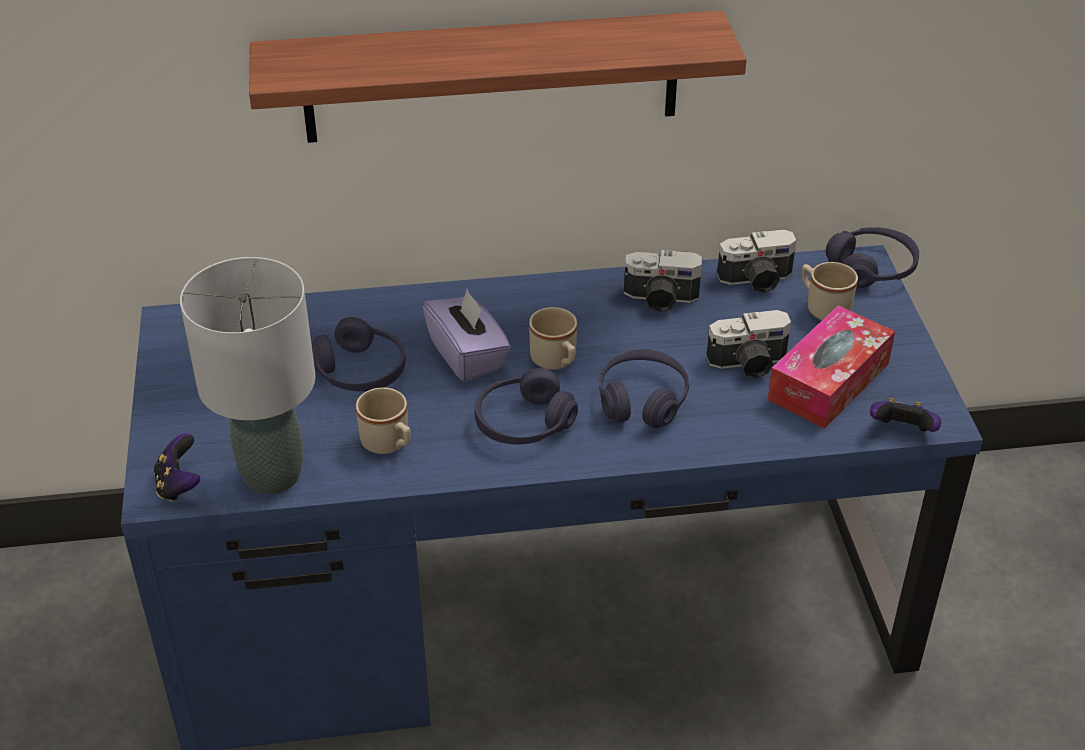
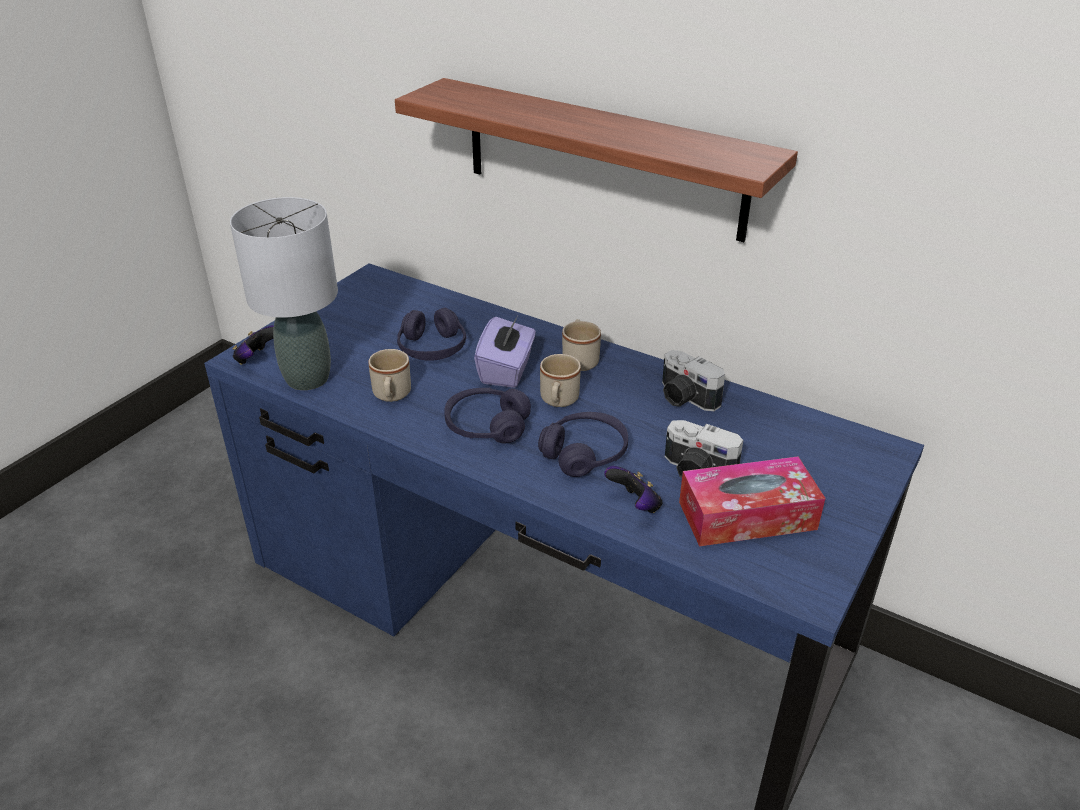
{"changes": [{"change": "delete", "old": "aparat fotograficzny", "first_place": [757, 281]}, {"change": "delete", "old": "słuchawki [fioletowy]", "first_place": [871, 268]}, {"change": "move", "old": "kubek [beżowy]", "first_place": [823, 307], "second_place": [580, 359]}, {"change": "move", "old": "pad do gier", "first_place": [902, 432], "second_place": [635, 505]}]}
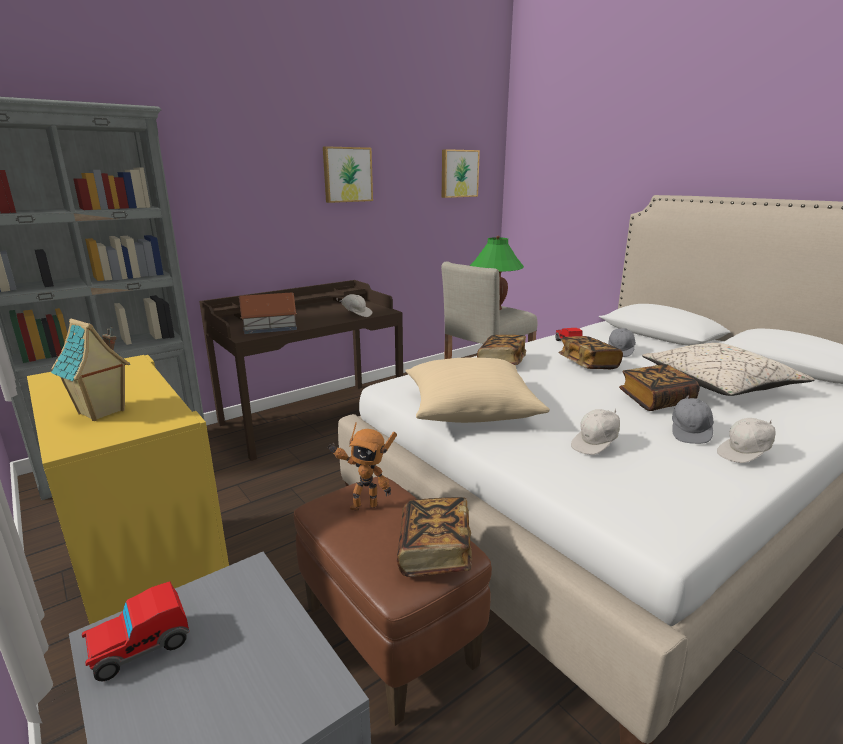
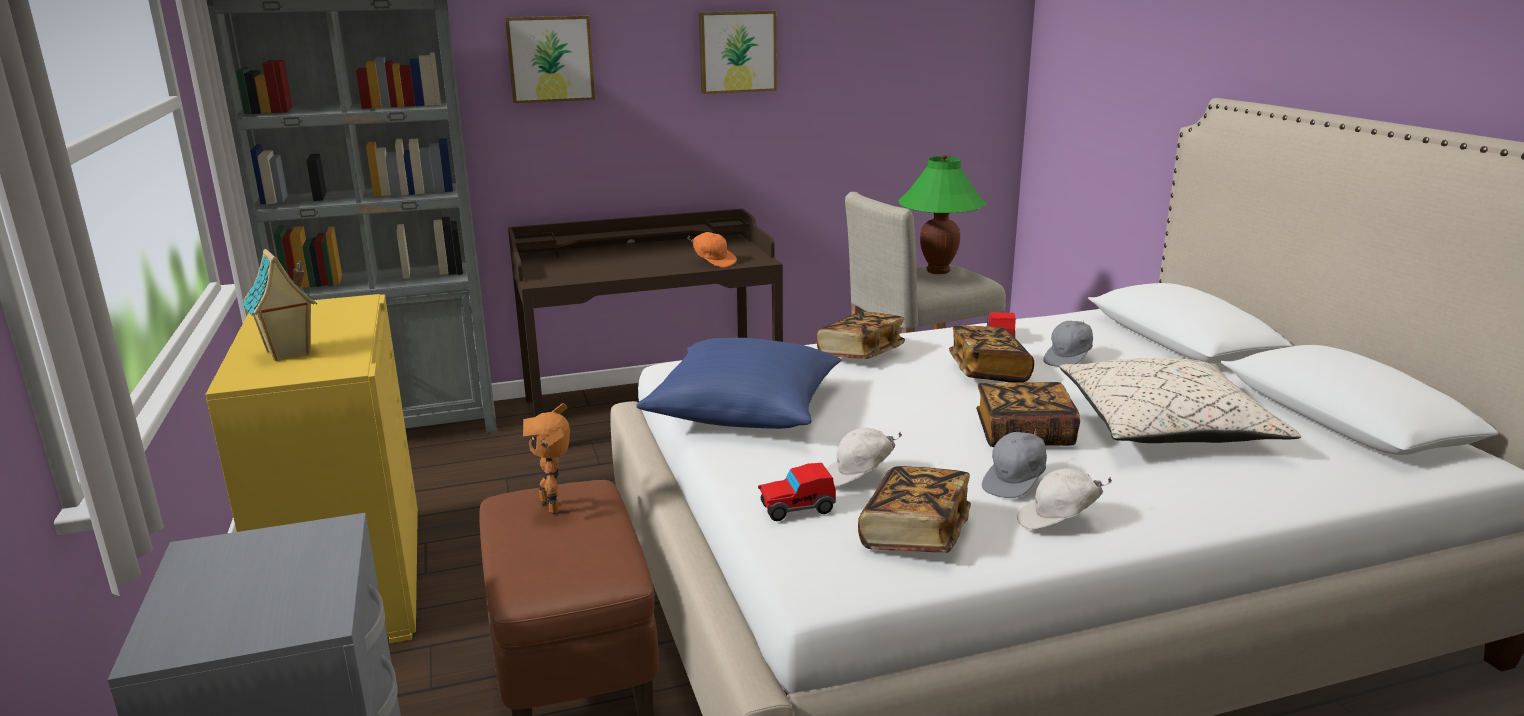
{"changes": [{"change": "delete", "old": "domek", "first_place": [270, 327]}, {"change": "move", "old": "samochodzik", "first_place": [140, 648], "second_place": [796, 509]}, {"change": "move", "old": "książka", "first_place": [434, 552], "second_place": [915, 534]}, {"change": "move", "old": "obraz", "first_place": [458, 173], "second_place": [550, 59]}, {"change": "recolor", "old": "czapka z daszkiem [biały]", "new": "czapka z daszkiem [pomarańczowy]", "first_place": [356, 314], "second_place": [713, 262]}, {"change": "recolor", "old": "poduszka [beżowy]", "new": "poduszka [niebieski]", "first_place": [470, 409], "second_place": [744, 410]}, {"change": "rotate", "old": "robot zabawkowy", "first_place": [363, 505], "second_place": [554, 506], "degrees": 45}]}
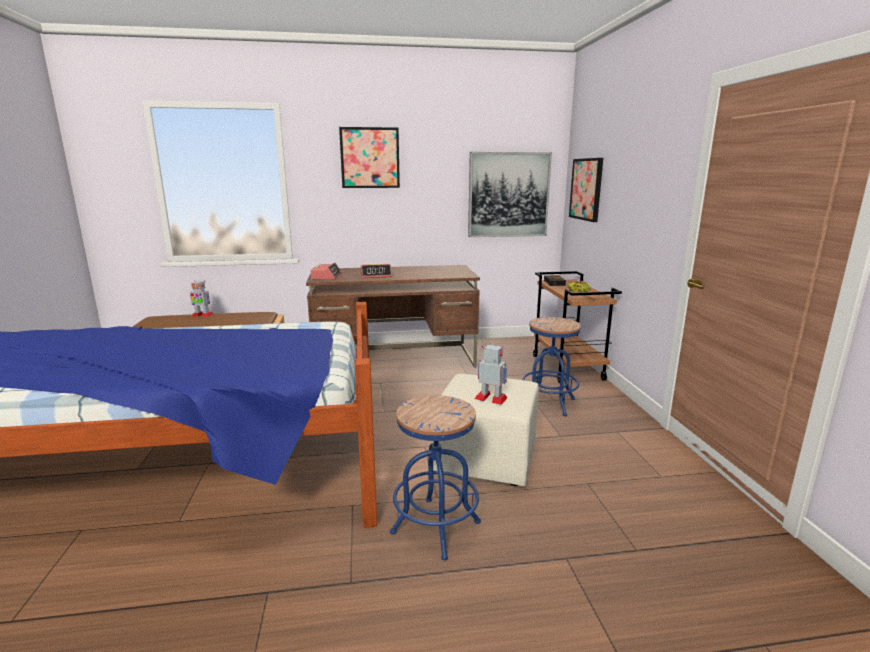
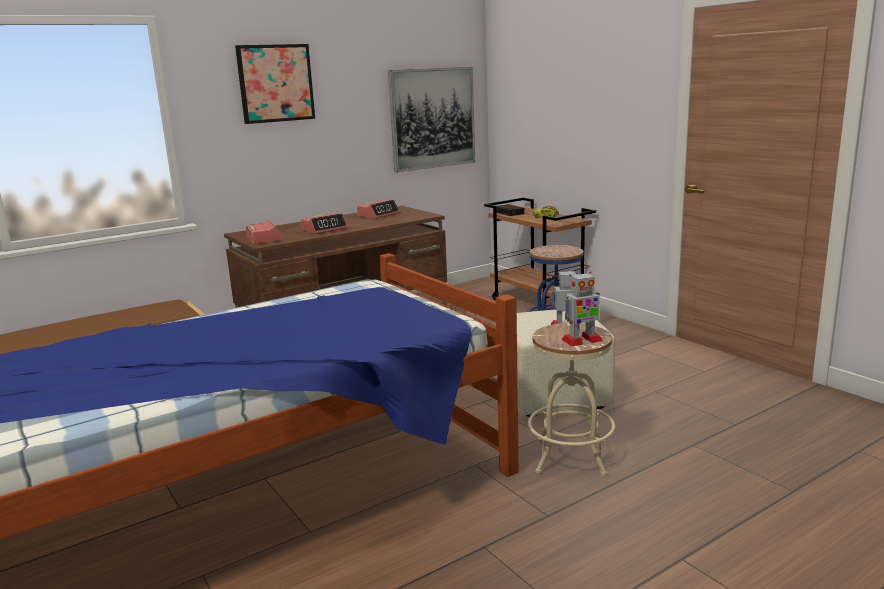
{"changes": [{"change": "delete", "old": "obraz", "first_place": [586, 189]}, {"change": "insert", "new": "budzik", "second_place": [378, 215]}, {"change": "move", "old": "robot zabawkowy", "first_place": [202, 315], "second_place": [581, 340]}, {"change": "recolor", "old": "stołek [niebieski]", "new": "stołek [beżowy]", "first_place": [436, 527], "second_place": [570, 457]}]}
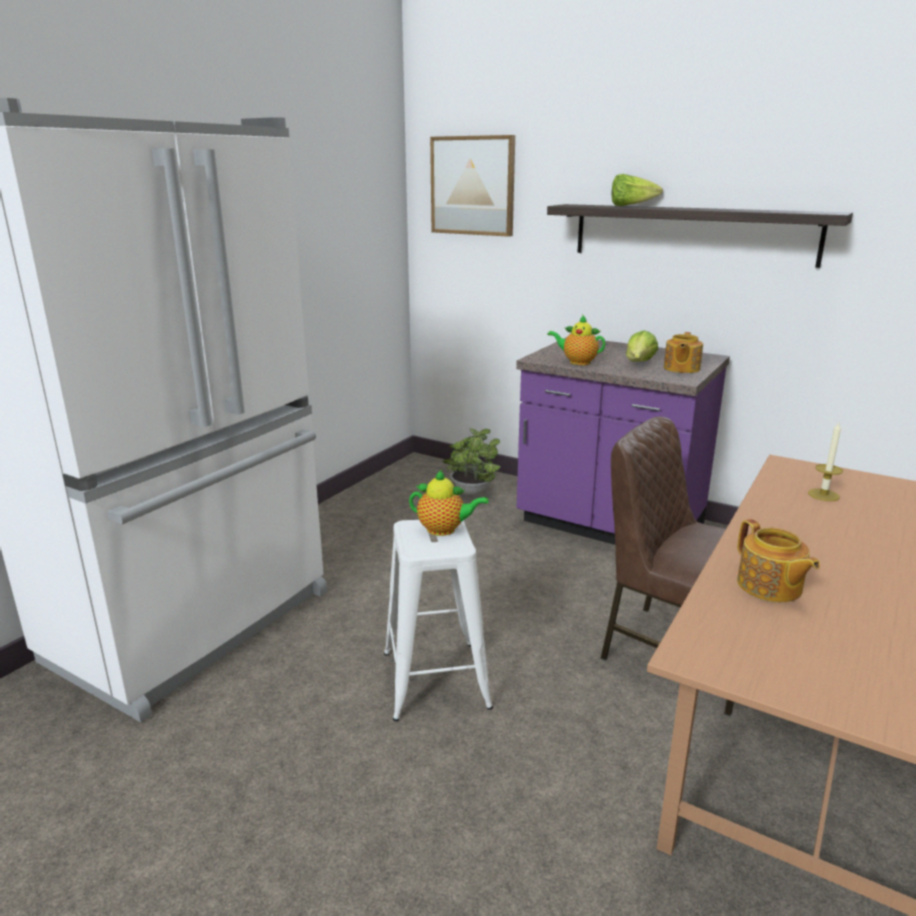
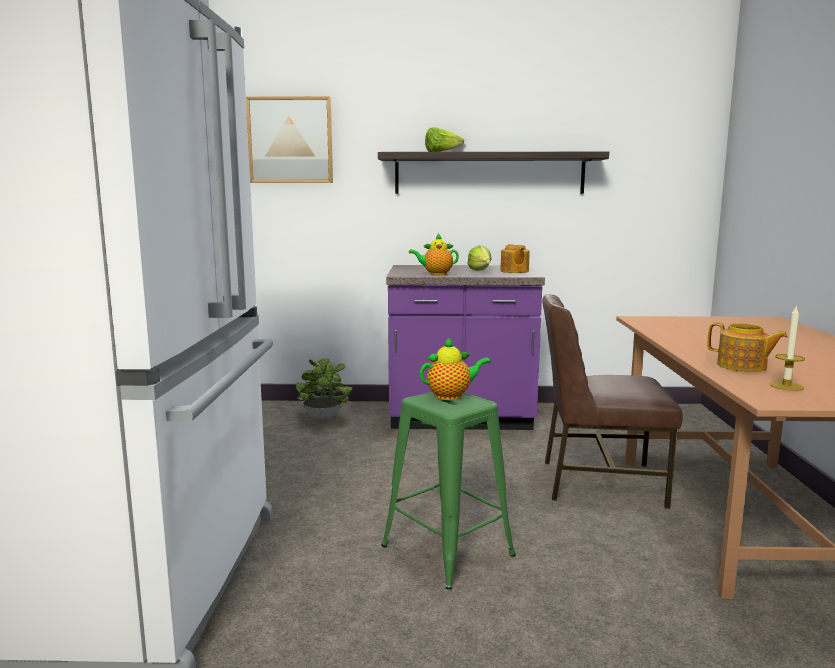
{"changes": [{"change": "move", "old": "świeca", "first_place": [823, 495], "second_place": [786, 386]}, {"change": "recolor", "old": "stołek [biały]", "new": "stołek [zielony]", "first_place": [435, 679], "second_place": [447, 550]}]}
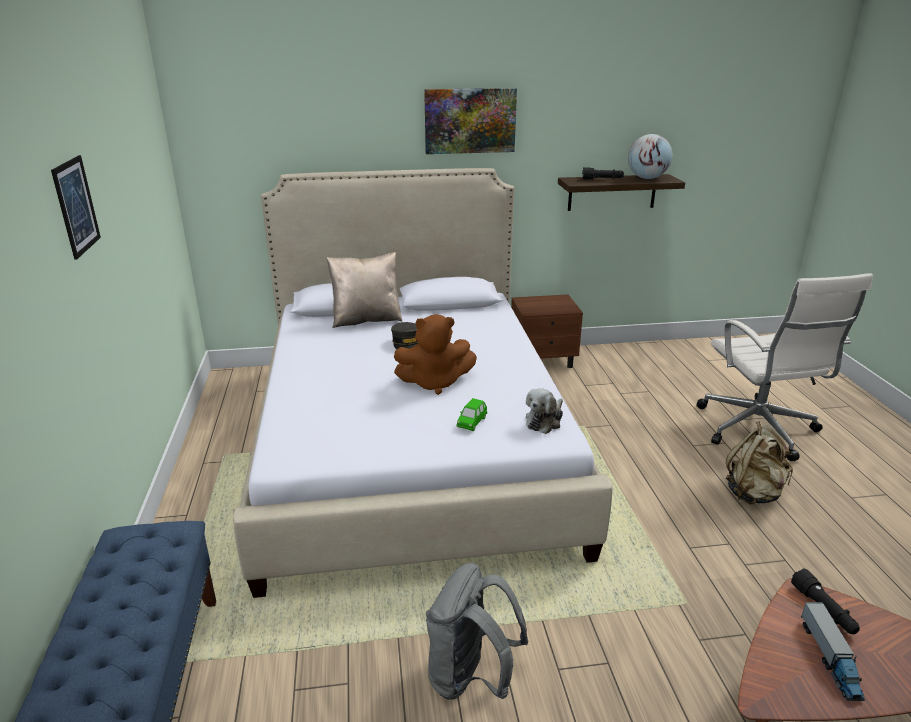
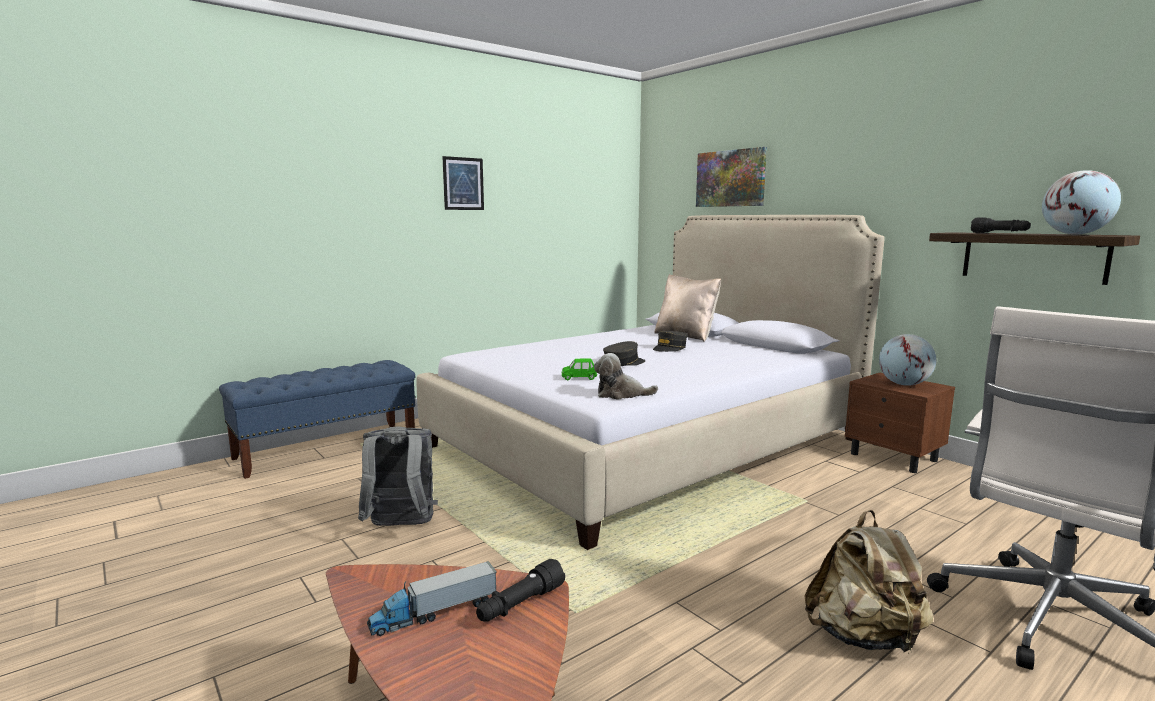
{"changes": [{"change": "insert", "new": "globus", "second_place": [904, 384]}, {"change": "move", "old": "obraz", "first_place": [470, 121], "second_place": [730, 178]}, {"change": "replace", "old": "pluszak [brązowy]", "new": "czapka z daszkiem [szary]", "first_place": [434, 383], "second_place": [623, 363]}]}
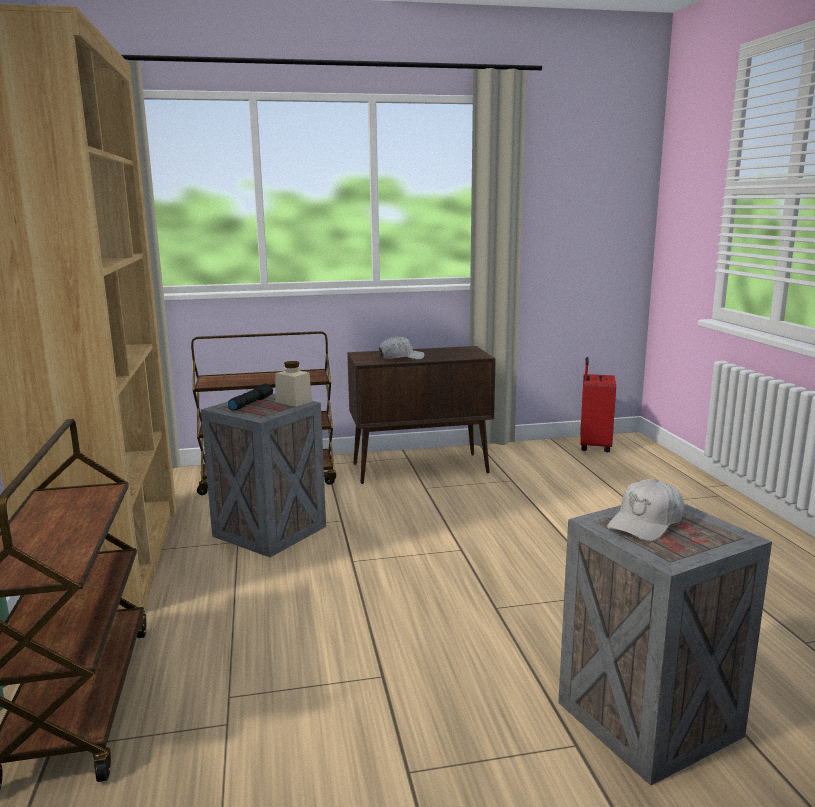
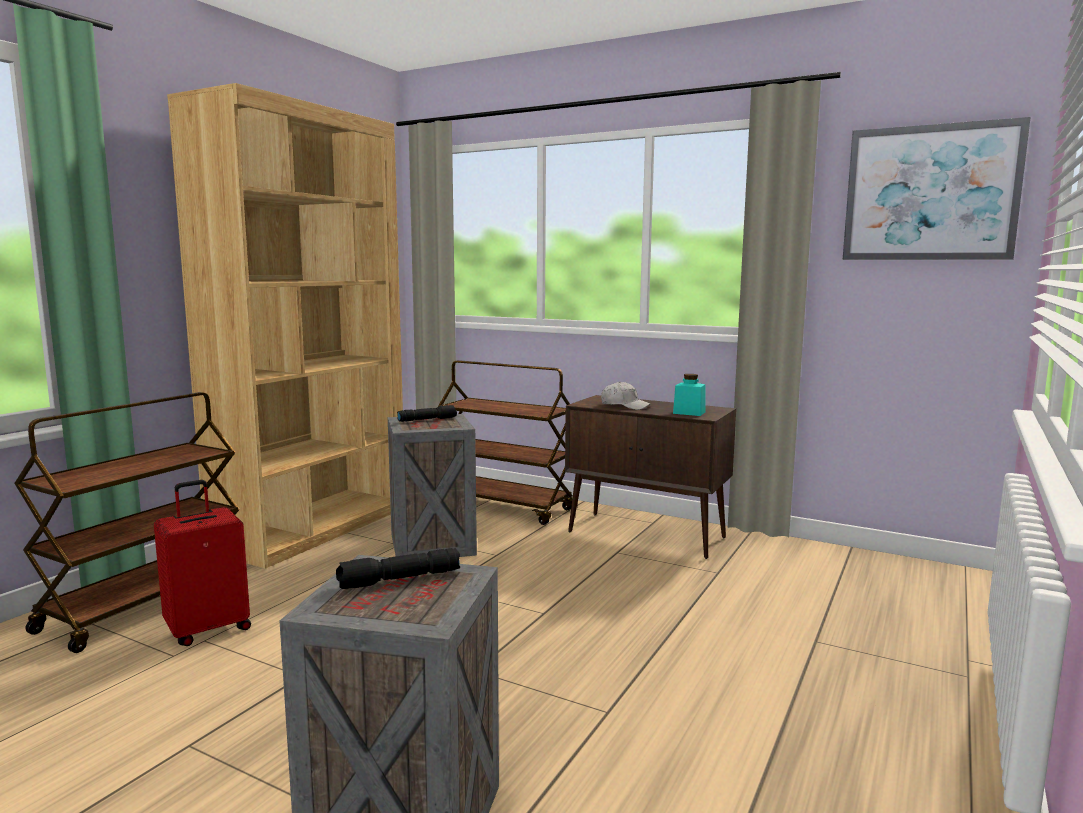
{"changes": [{"change": "delete", "old": "słoik [beżowy]", "first_place": [293, 402]}, {"change": "insert", "new": "słoik [turkusowy]", "second_place": [689, 413]}, {"change": "insert", "new": "obraz", "second_place": [930, 193]}, {"change": "move", "old": "walizka [czerwony]", "first_place": [593, 446], "second_place": [208, 629]}, {"change": "replace", "old": "czapka z daszkiem [biały]", "new": "latarka [czarny]", "first_place": [646, 523], "second_place": [399, 580]}]}
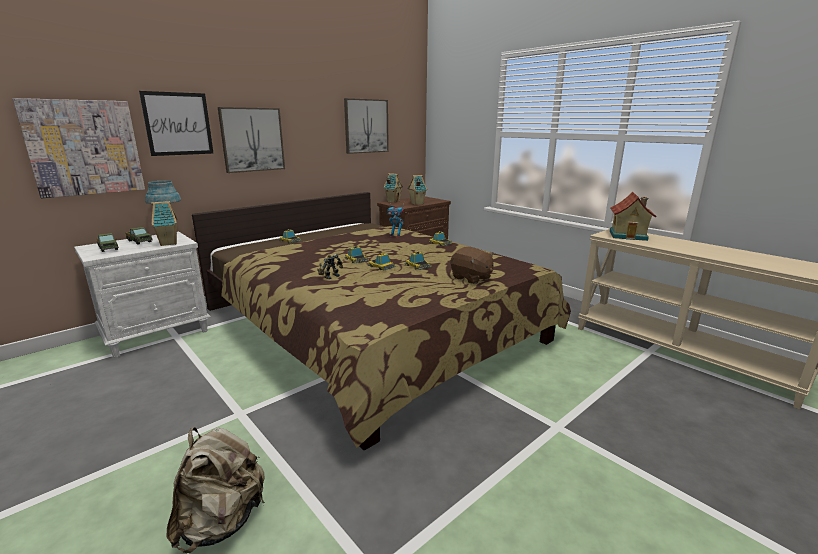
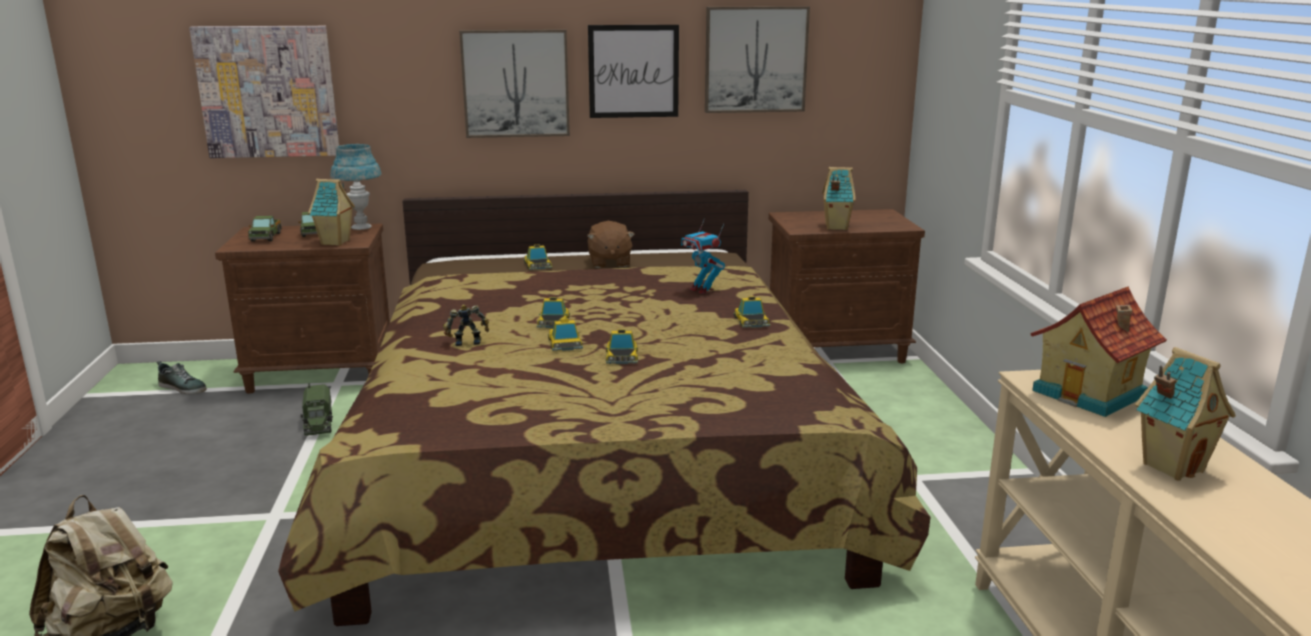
{"changes": [{"change": "insert", "new": "but", "second_place": [183, 388]}, {"change": "insert", "new": "ciężarówka zabawkowa", "second_place": [318, 424]}, {"change": "move", "old": "obraz", "first_place": [178, 124], "second_place": [633, 71]}, {"change": "move", "old": "domek", "first_place": [393, 201], "second_place": [1172, 467]}, {"change": "move", "old": "pluszak [brązowy]", "first_place": [471, 278], "second_place": [609, 263]}, {"change": "recolor", "old": "szafka nocna [biały]", "new": "szafka nocna [brązowy]", "first_place": [157, 334], "second_place": [322, 374]}]}
